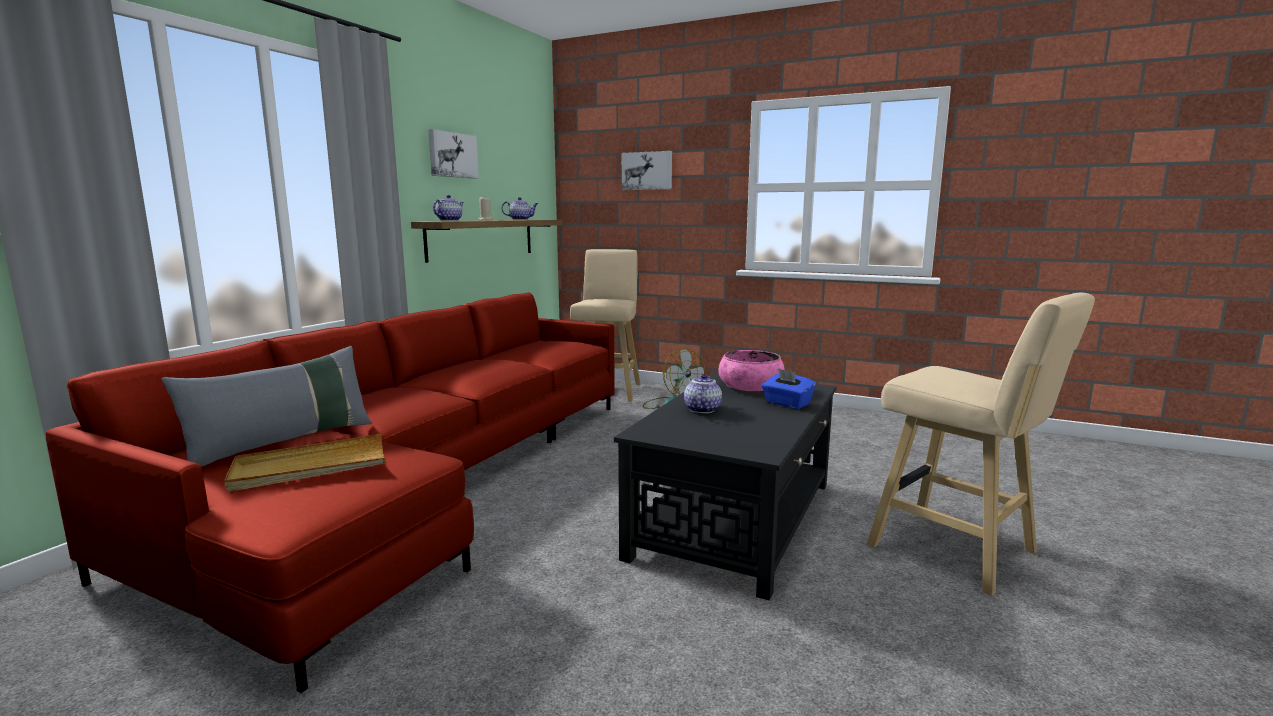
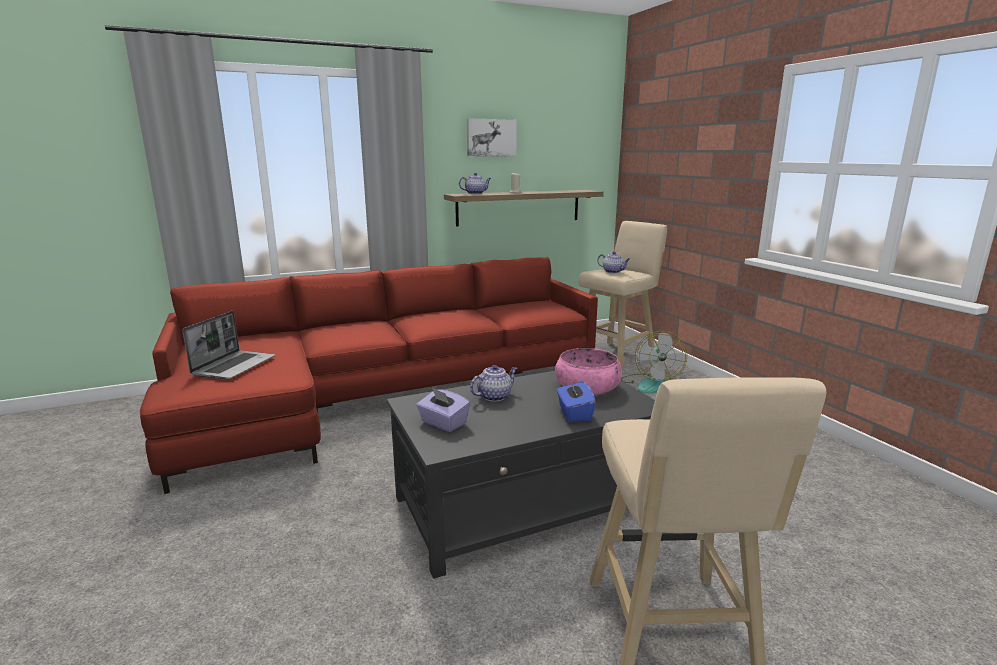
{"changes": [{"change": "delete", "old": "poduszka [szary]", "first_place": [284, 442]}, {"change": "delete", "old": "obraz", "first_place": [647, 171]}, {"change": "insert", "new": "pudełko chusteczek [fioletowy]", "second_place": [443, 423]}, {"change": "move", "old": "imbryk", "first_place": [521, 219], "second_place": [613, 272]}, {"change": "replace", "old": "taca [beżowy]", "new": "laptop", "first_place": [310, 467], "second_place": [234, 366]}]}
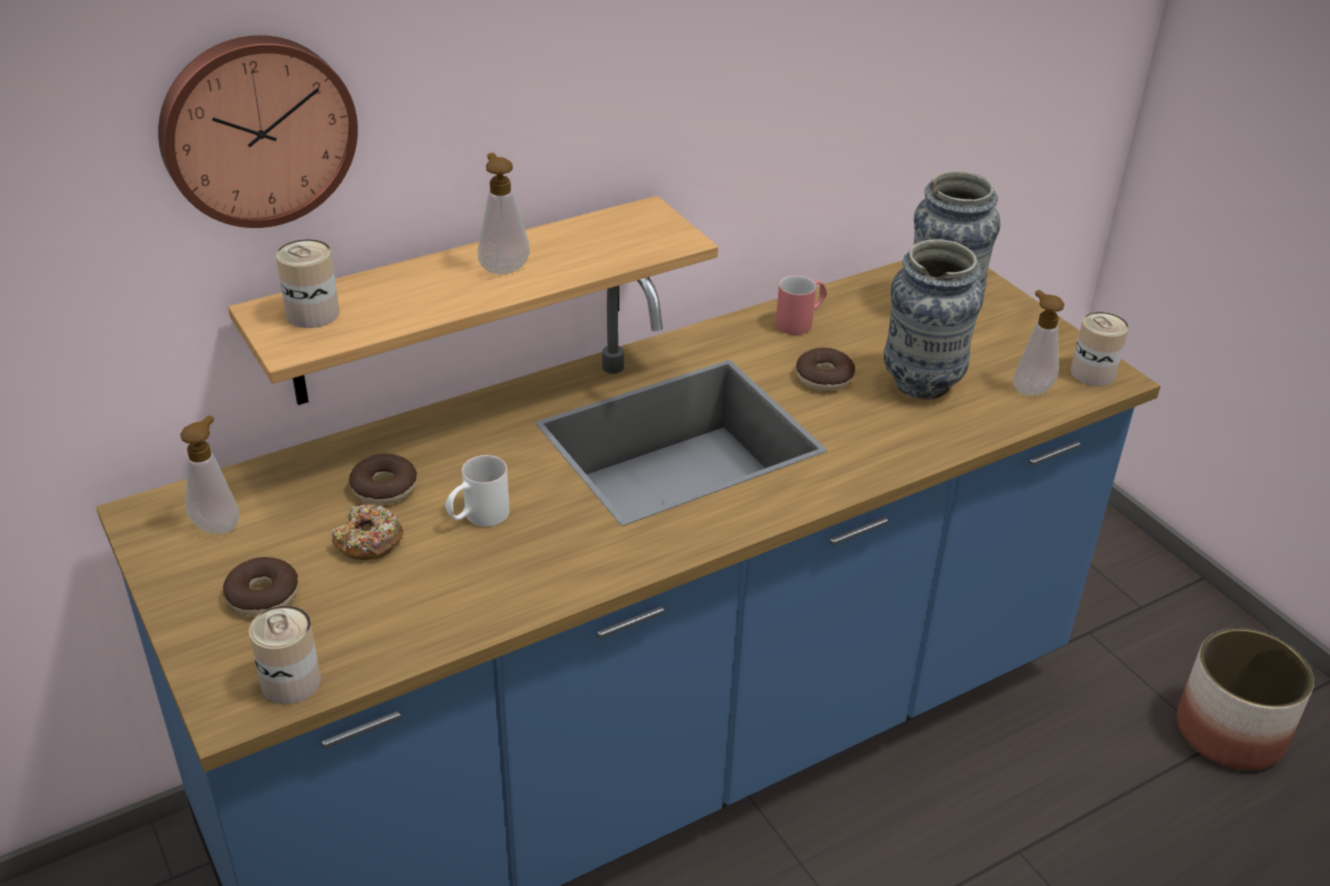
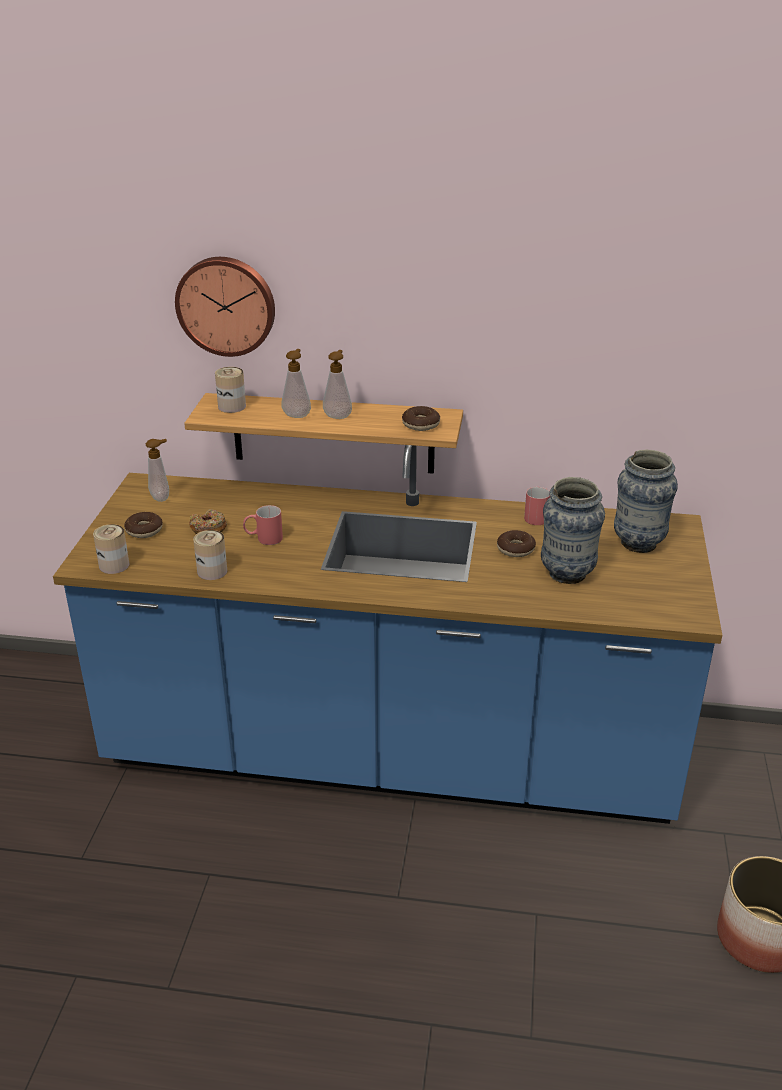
{"changes": [{"change": "move", "old": "donut", "first_place": [384, 488], "second_place": [421, 424]}, {"change": "move", "old": "dozownik mydła", "first_place": [1030, 388], "second_place": [297, 414]}, {"change": "move", "old": "puszka", "first_place": [1093, 373], "second_place": [212, 571]}, {"change": "recolor", "old": "kubek [biały]", "new": "kubek [czerwony]", "first_place": [477, 518], "second_place": [263, 539]}]}
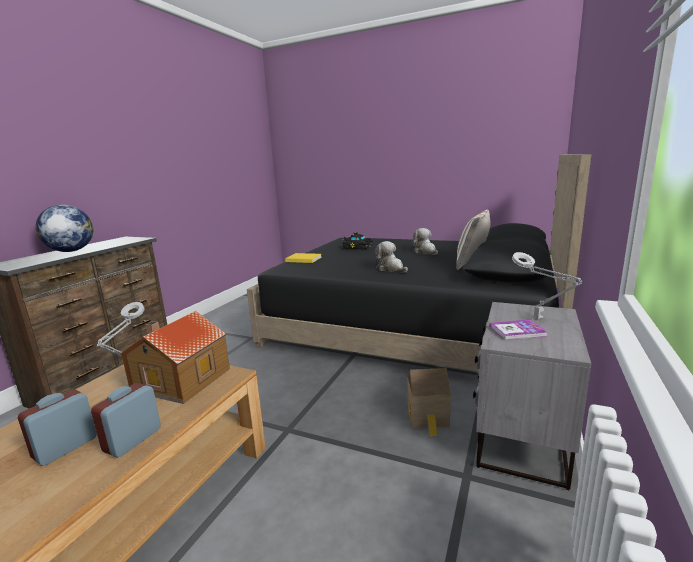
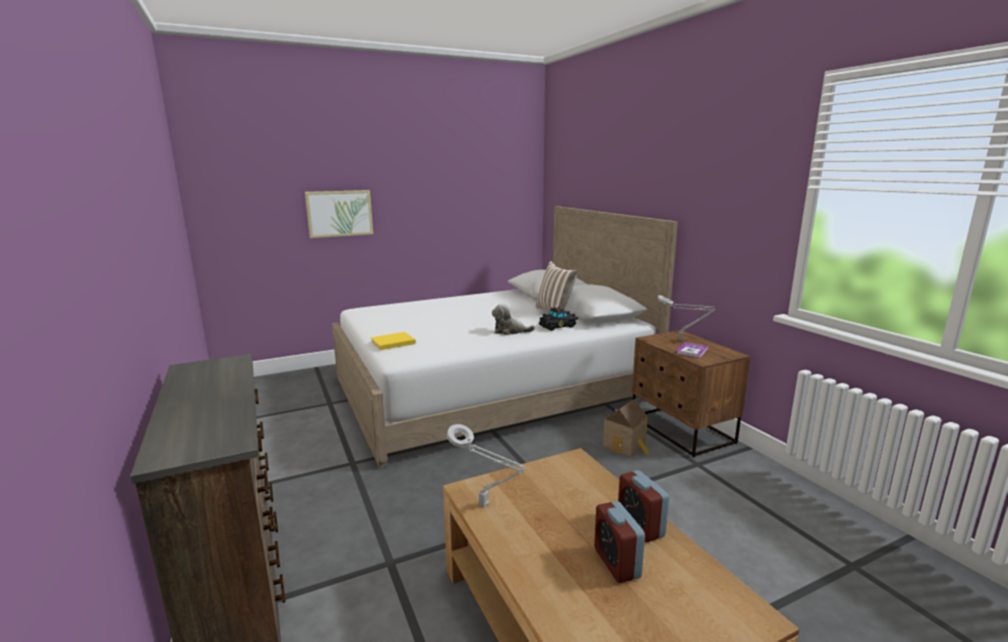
{"changes": [{"change": "delete", "old": "globus", "first_place": [70, 251]}, {"change": "delete", "old": "domek", "first_place": [179, 380]}, {"change": "delete", "old": "pluszak", "first_place": [425, 252]}, {"change": "insert", "new": "obraz", "second_place": [339, 213]}, {"change": "move", "old": "samochodzik [czarny]", "first_place": [357, 248], "second_place": [558, 326]}, {"change": "recolor", "old": "łóżko [czarny]", "new": "łóżko [biały]", "first_place": [413, 326], "second_place": [491, 388]}, {"change": "recolor", "old": "szafka nocna [szary]", "new": "szafka nocna [brązowy]", "first_place": [520, 437], "second_place": [681, 430]}]}
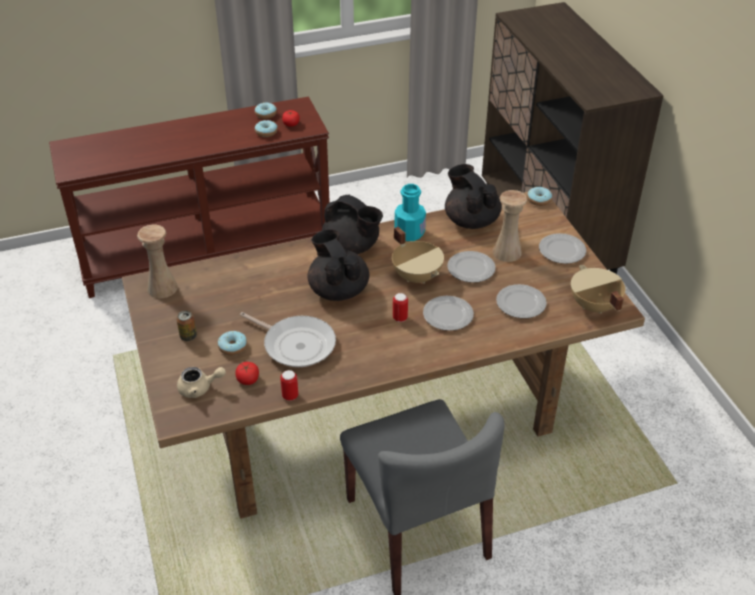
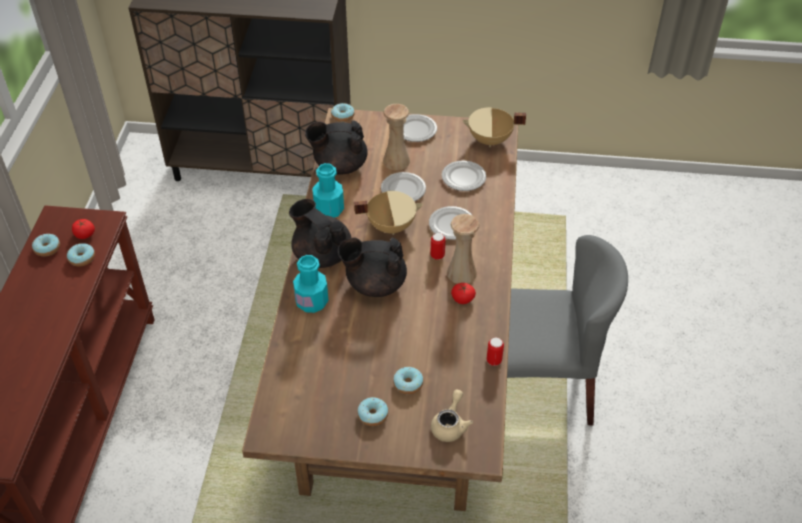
{"changes": [{"change": "delete", "old": "patelnia", "first_place": [296, 344]}, {"change": "insert", "new": "butelka [turkusowy]", "second_place": [312, 302]}, {"change": "move", "old": "wazon [beżowy]", "first_place": [162, 288], "second_place": [461, 273]}, {"change": "move", "old": "pomidor", "first_place": [248, 379], "second_place": [462, 298]}, {"change": "replace", "old": "puszka", "new": "donut", "first_place": [188, 336], "second_place": [373, 415]}, {"change": "rotate", "old": "imbryk [czarny]", "first_place": [351, 247], "second_place": [321, 255], "degrees": -105}]}
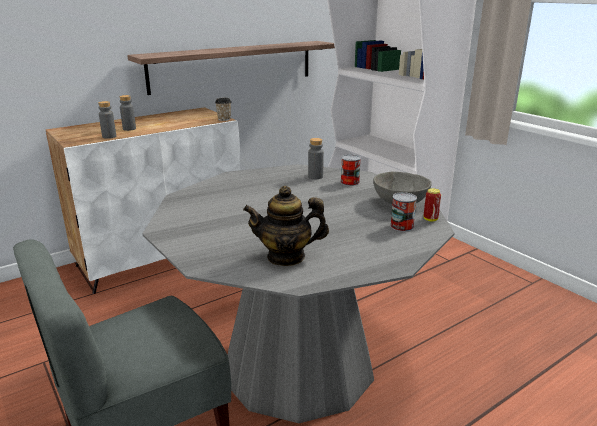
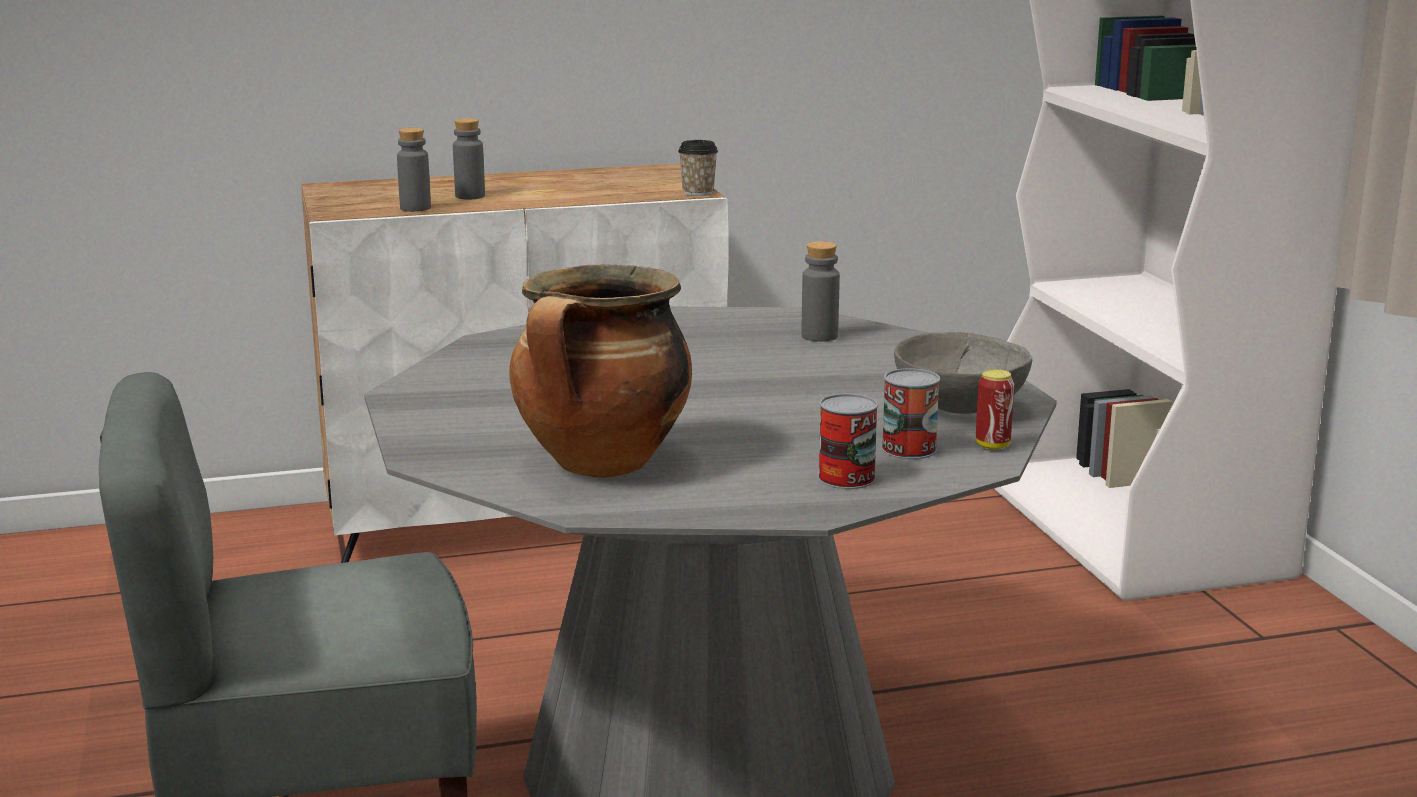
{"changes": [{"change": "delete", "old": "półka", "first_place": [233, 66]}, {"change": "move", "old": "puszka", "first_place": [350, 182], "second_place": [846, 478]}, {"change": "replace", "old": "imbryk", "new": "garnek", "first_place": [286, 257], "second_place": [602, 466]}]}
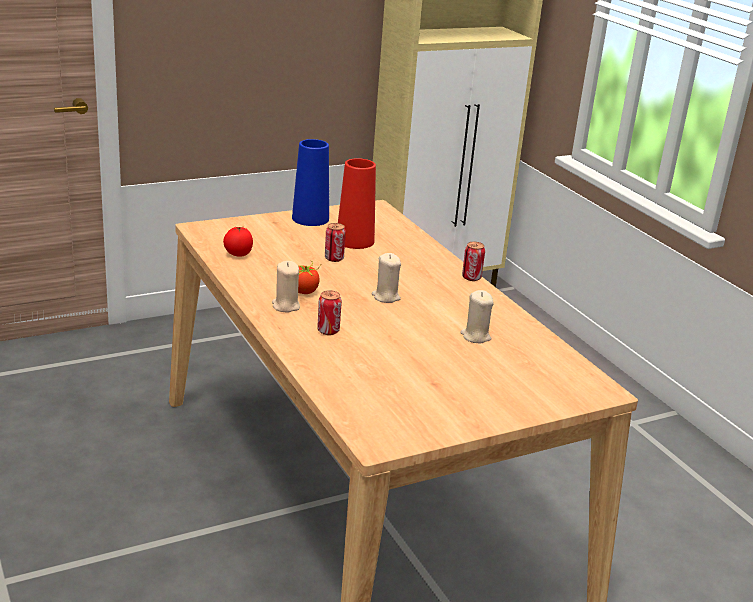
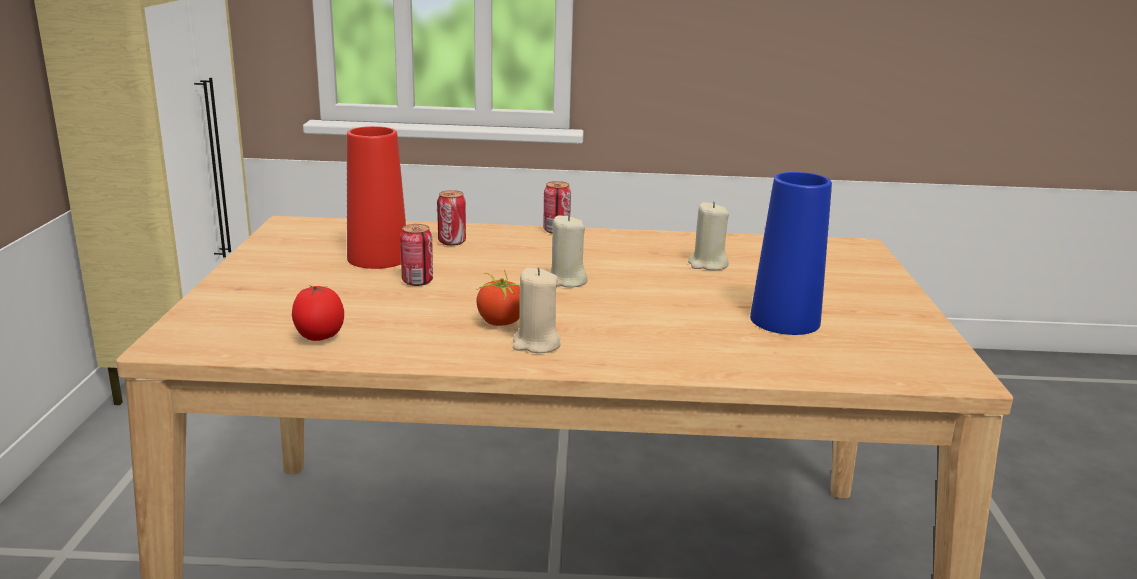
{"changes": [{"change": "move", "old": "wazon [niebieski]", "first_place": [310, 218], "second_place": [785, 320]}, {"change": "move", "old": "puszka", "first_place": [328, 331], "second_place": [452, 242]}]}
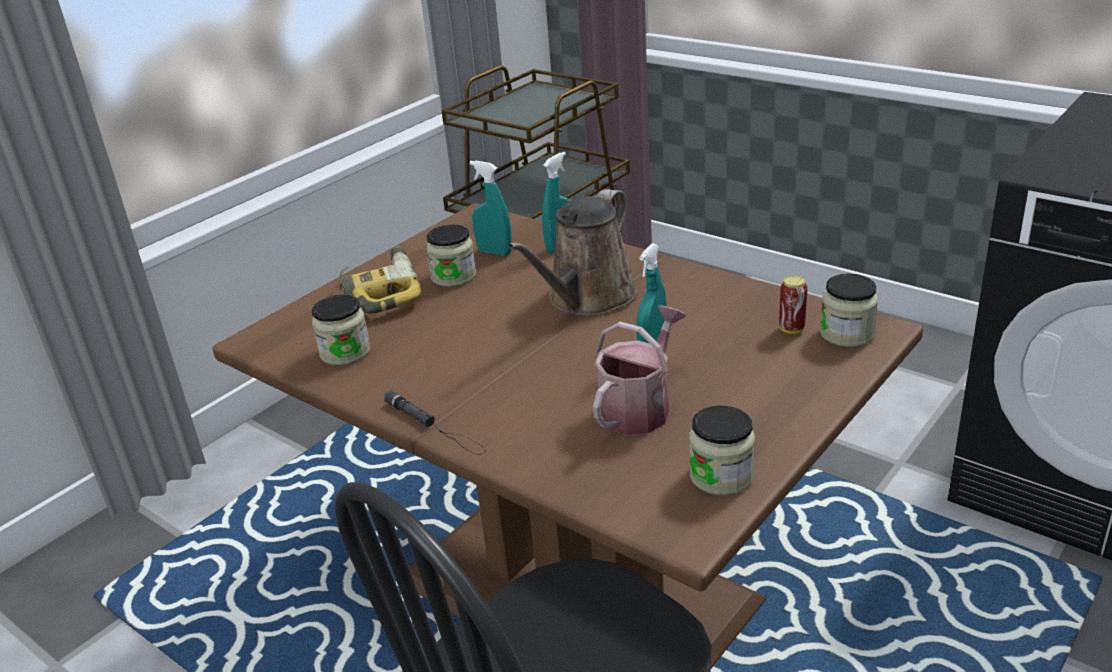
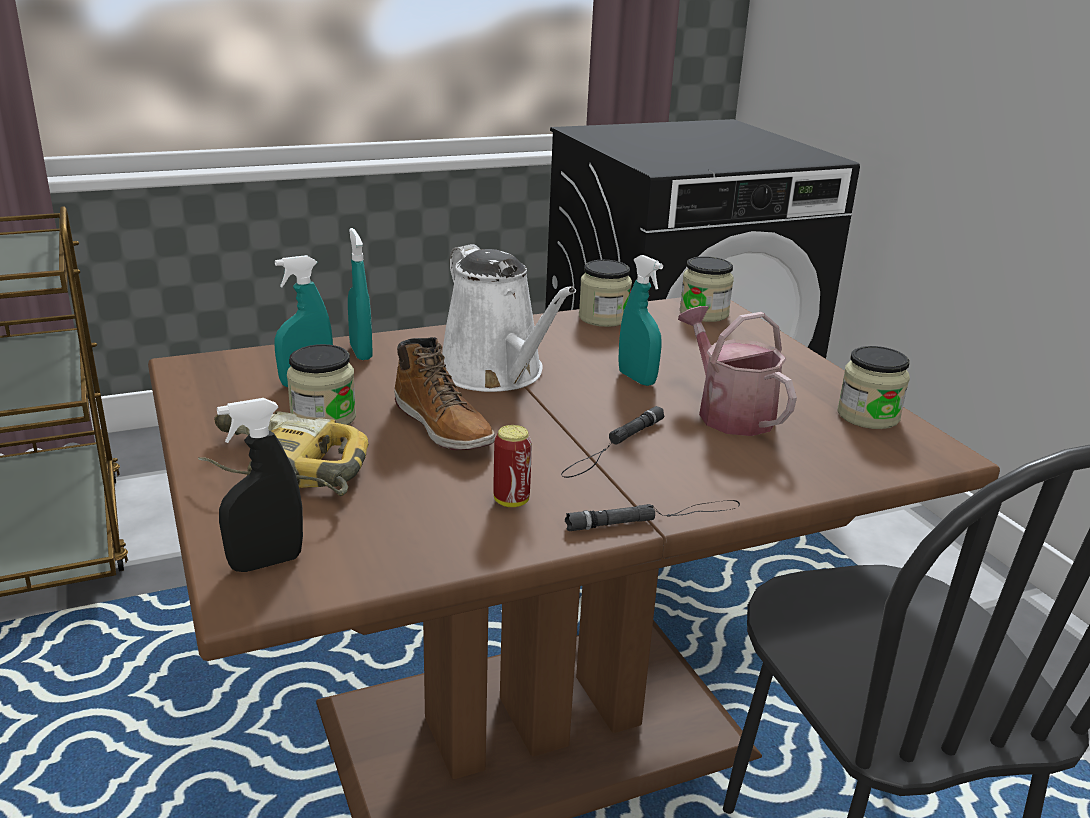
{"changes": [{"change": "insert", "new": "spryskiwacz [czarny]", "second_place": [266, 563]}, {"change": "insert", "new": "but z cholewką", "second_place": [444, 426]}, {"change": "insert", "new": "latarka [czarny]", "second_place": [613, 447]}, {"change": "move", "old": "słoik", "first_place": [345, 352], "second_place": [603, 318]}, {"change": "move", "old": "puszka", "first_place": [791, 329], "second_place": [511, 501]}, {"change": "recolor", "old": "konewka [brązowy]", "new": "konewka [biały]", "first_place": [587, 299], "second_place": [496, 374]}]}
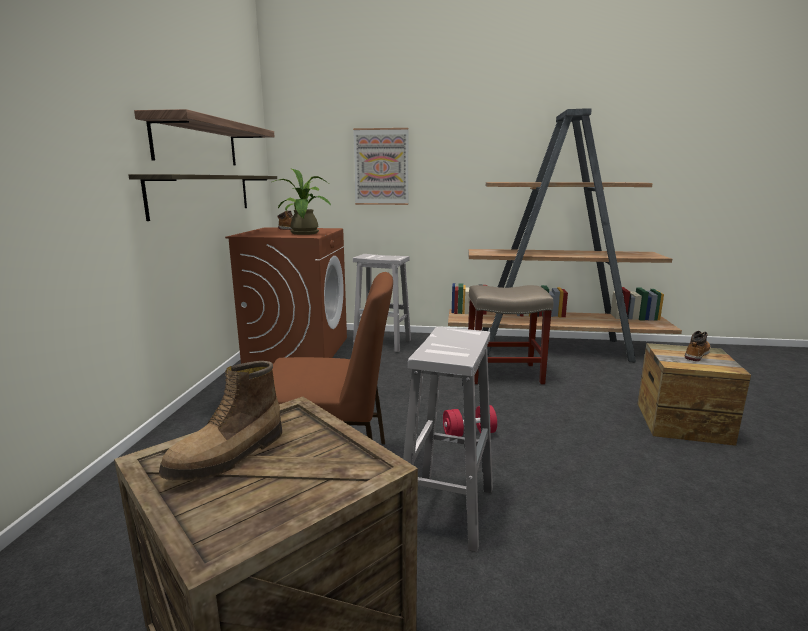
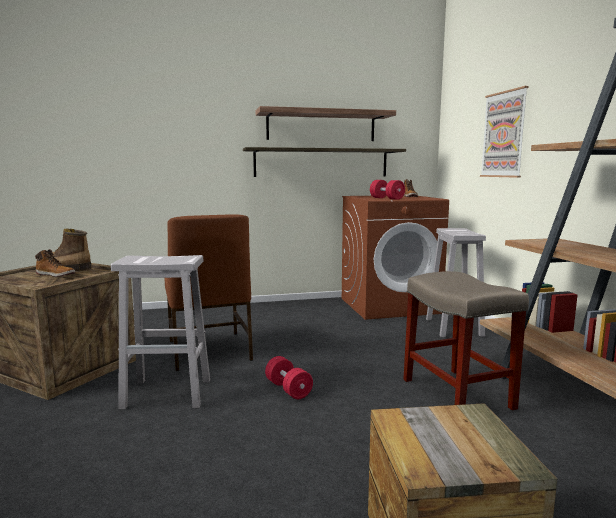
{"changes": [{"change": "move", "old": "but z cholewką", "first_place": [696, 354], "second_place": [56, 275]}, {"change": "replace", "old": "roślina doniczkowa", "new": "hantel [czerwony]", "first_place": [305, 234], "second_place": [386, 198]}]}
